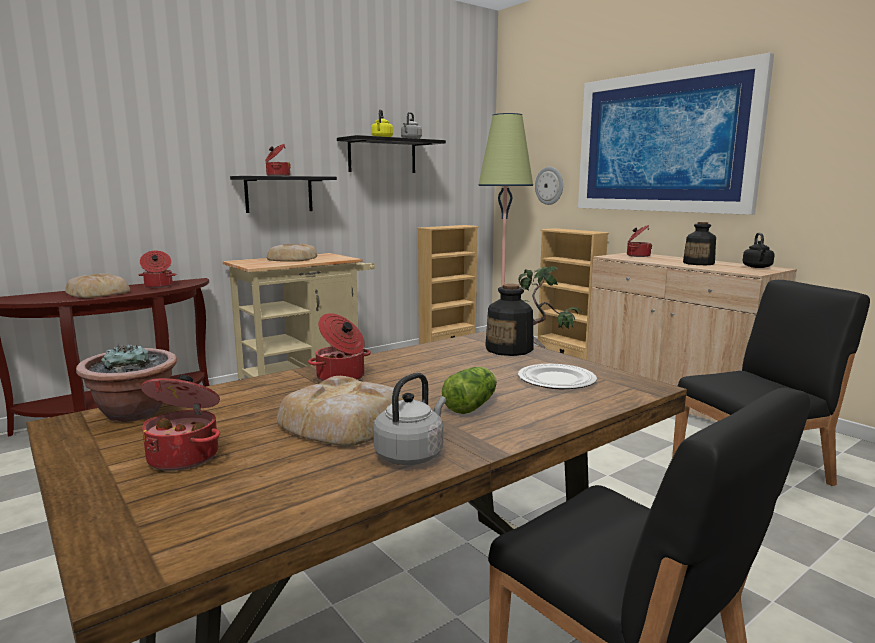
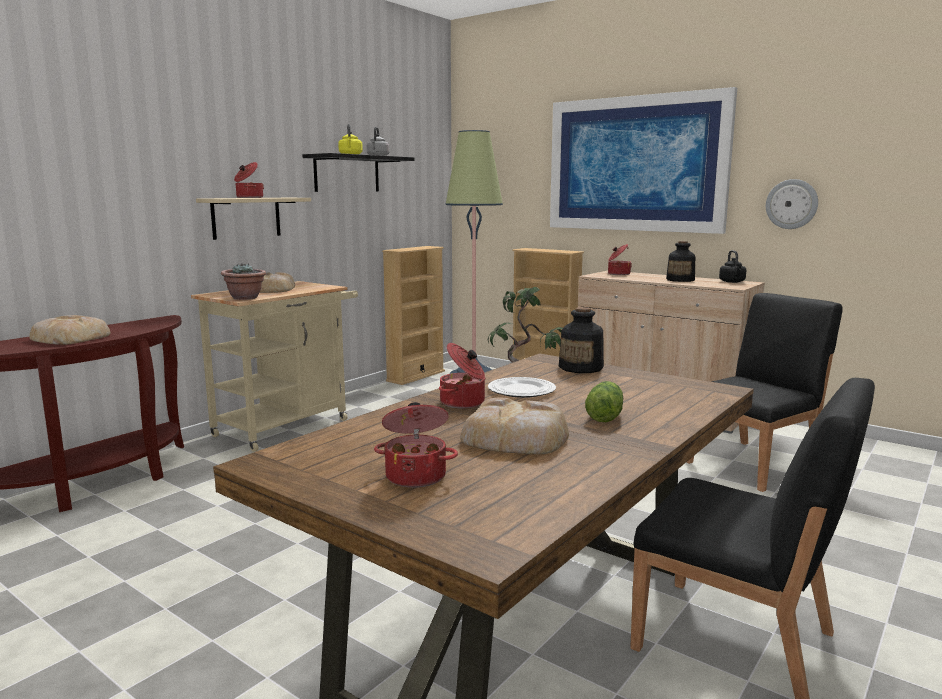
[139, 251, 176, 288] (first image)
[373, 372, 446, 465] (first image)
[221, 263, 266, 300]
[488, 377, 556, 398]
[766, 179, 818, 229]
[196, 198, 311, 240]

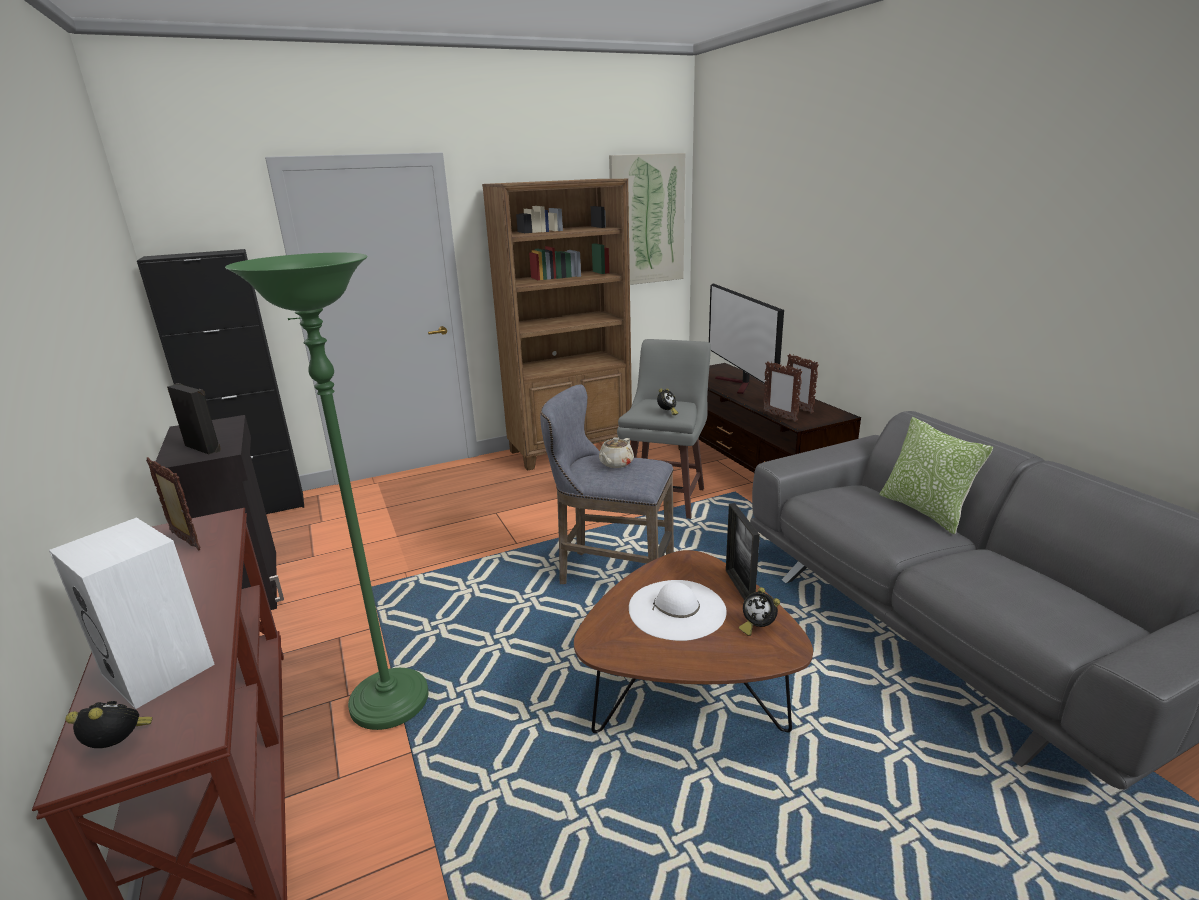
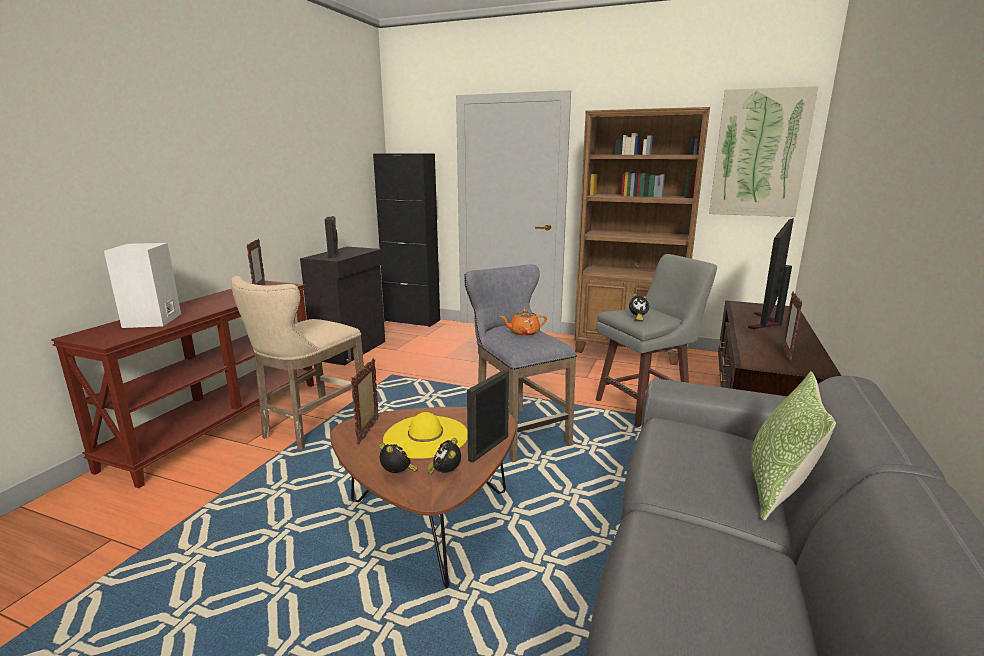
[379, 443, 418, 473]
[351, 358, 379, 444]
[231, 276, 364, 450]
[500, 309, 547, 336]
[383, 412, 468, 459]

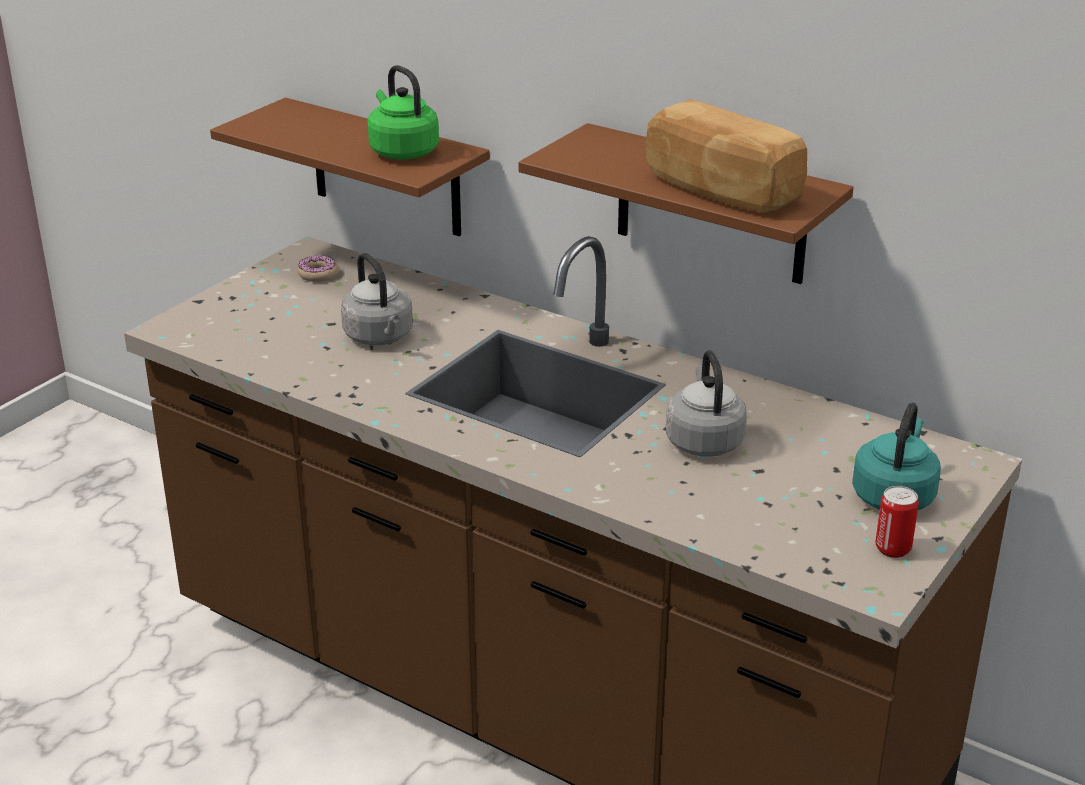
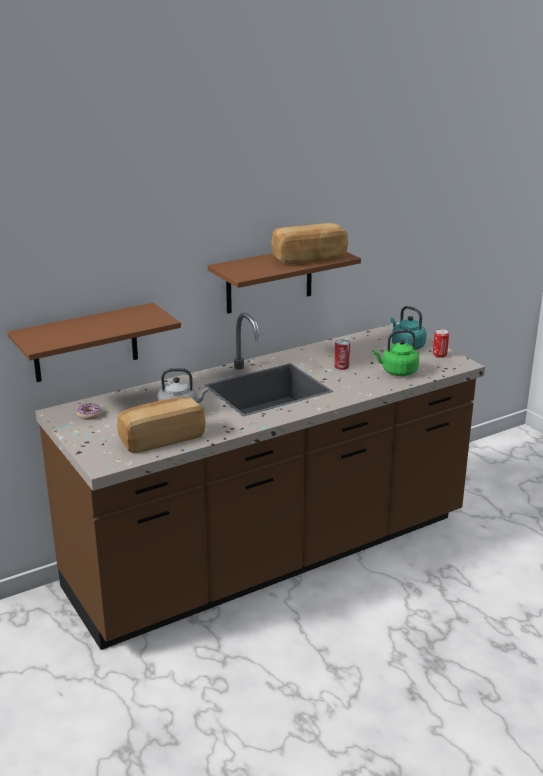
[117, 397, 206, 453]
[373, 330, 419, 376]
[334, 339, 350, 370]

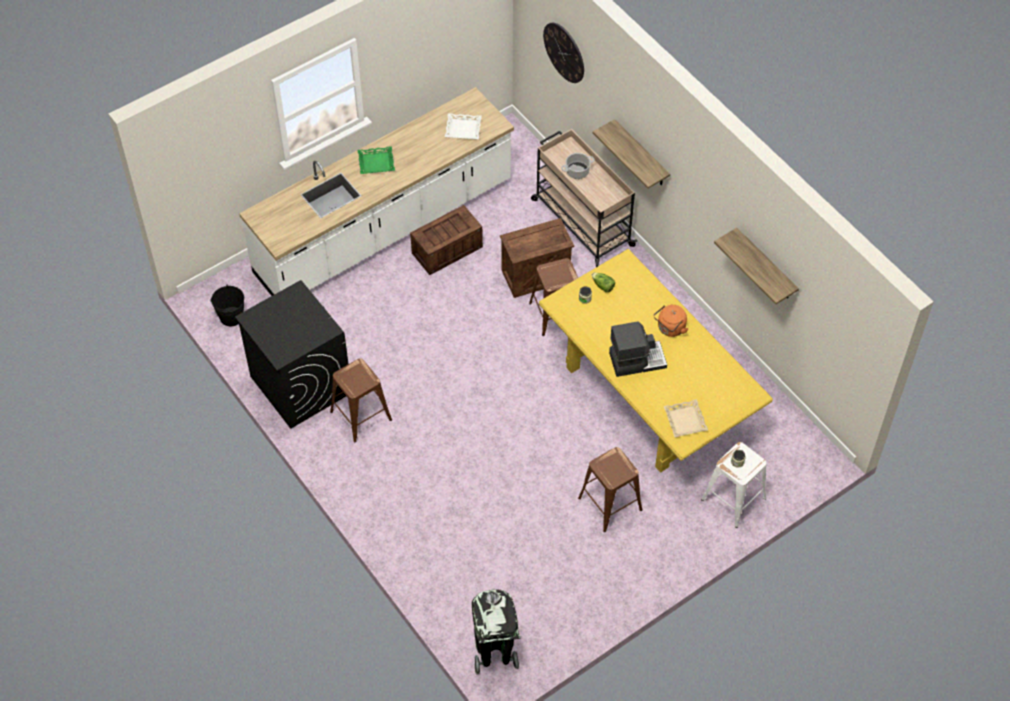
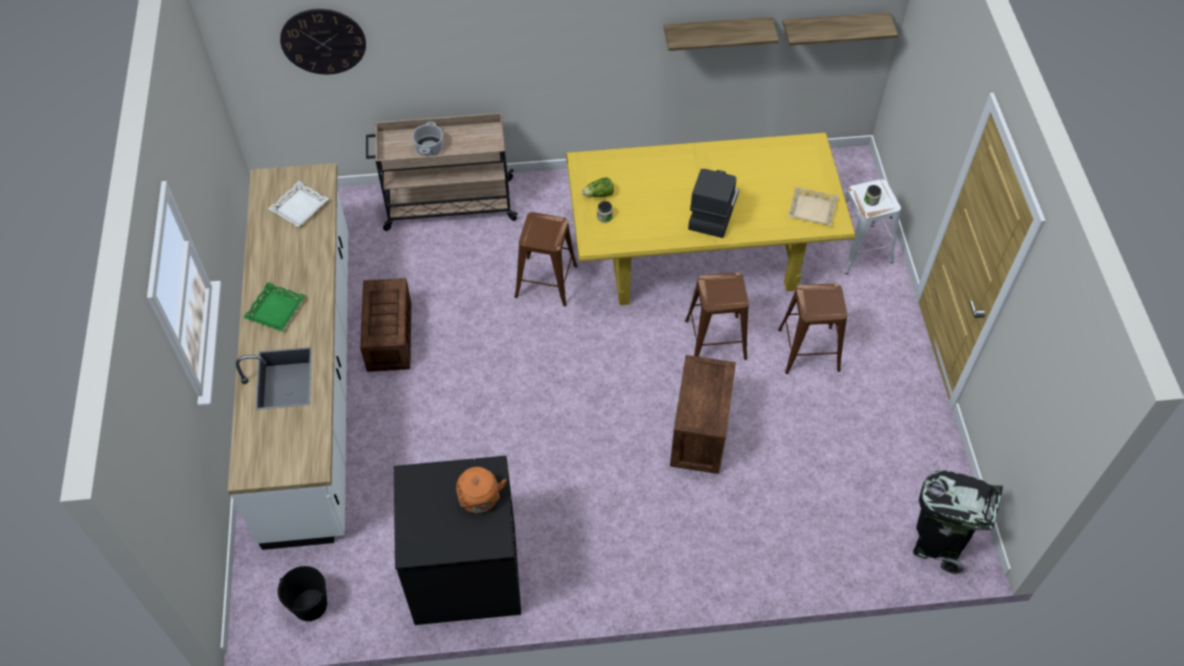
[685, 272, 749, 360]
[670, 355, 736, 474]
[783, 12, 898, 46]
[456, 467, 507, 513]

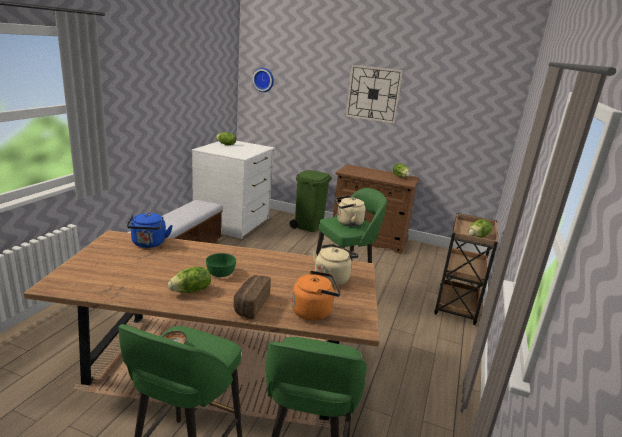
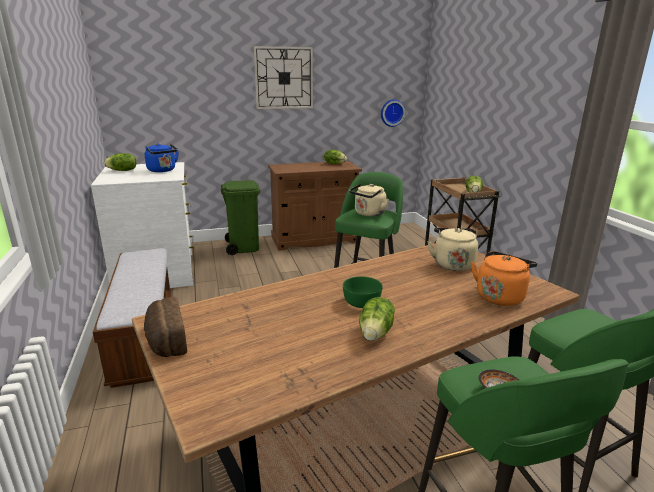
[145, 143, 179, 172]
[144, 297, 187, 357]
[381, 99, 405, 127]

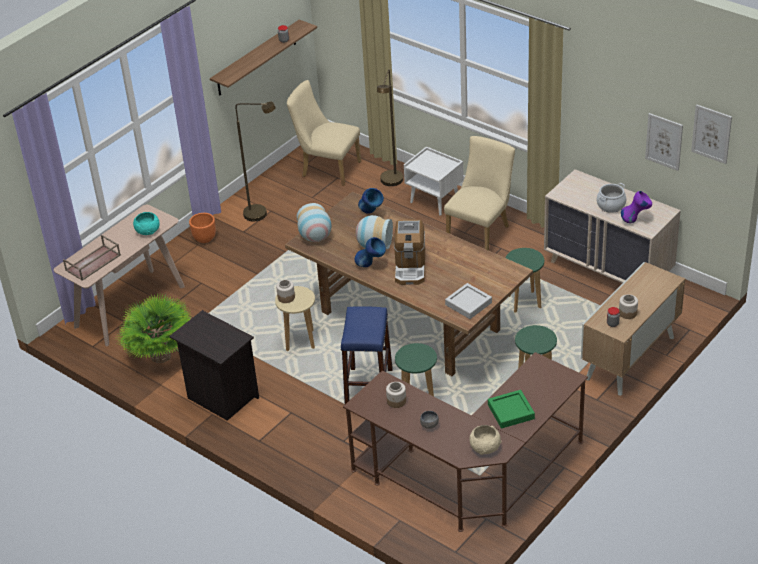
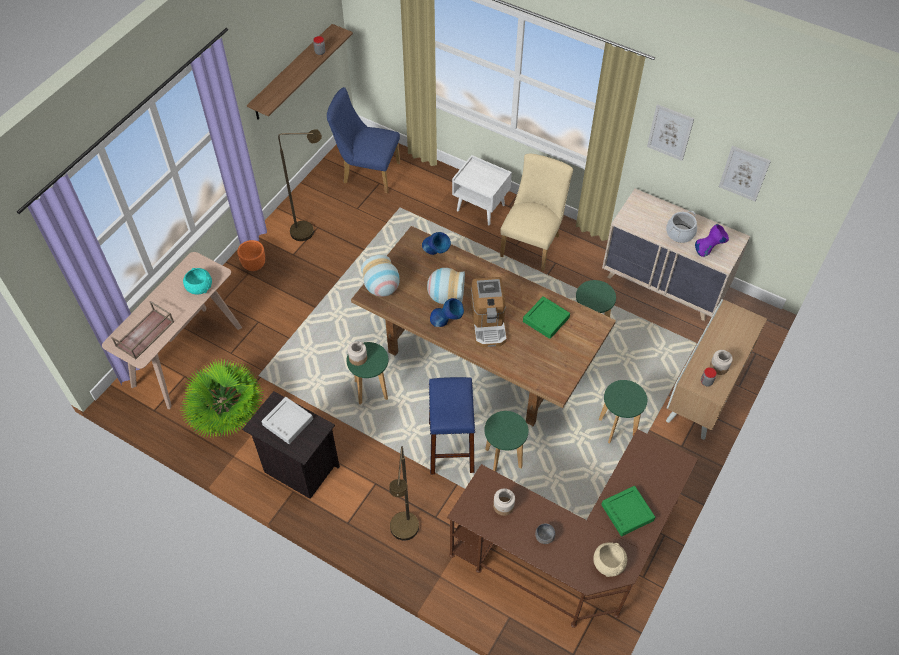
[523, 296, 570, 339]
[389, 446, 419, 541]
[262, 397, 313, 444]
[647, 104, 694, 161]
[347, 342, 388, 405]
[327, 87, 400, 193]

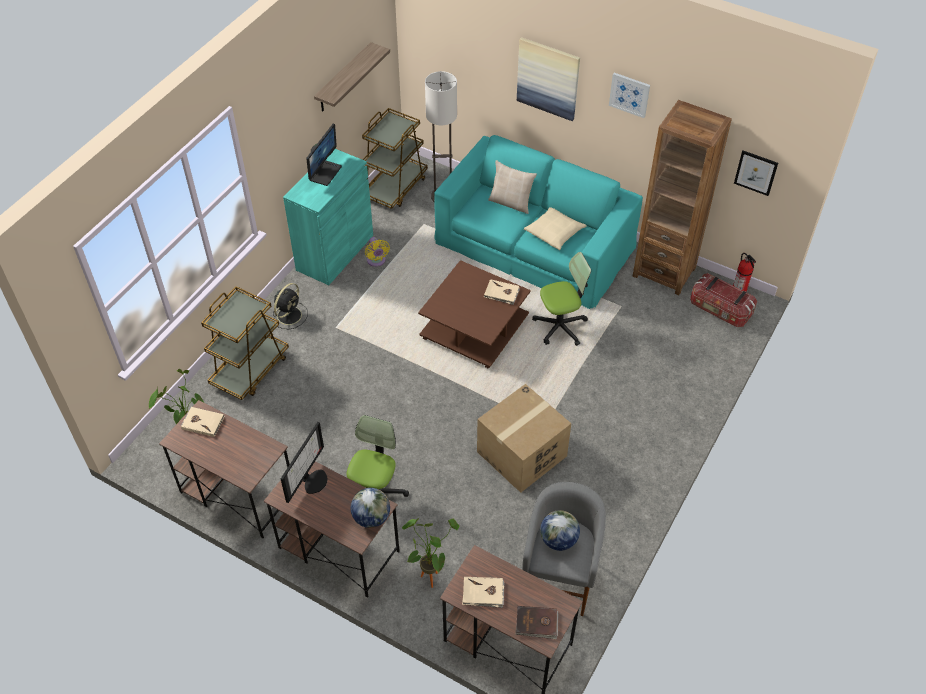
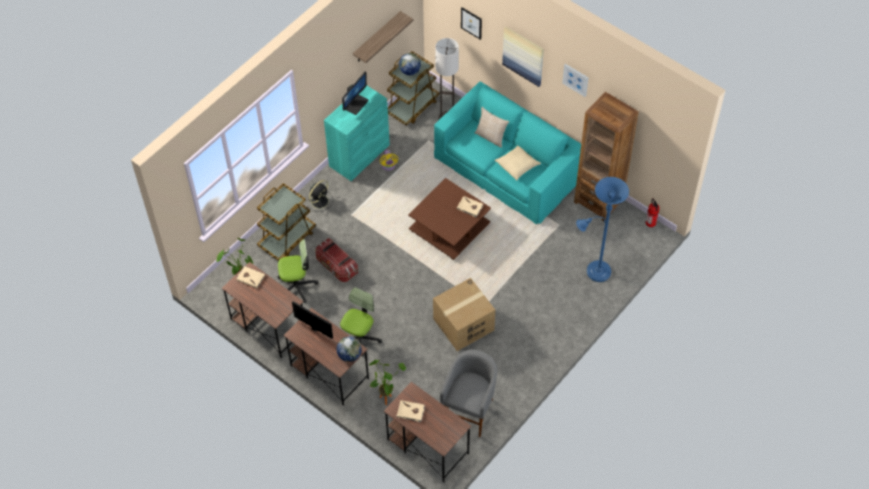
[515, 606, 559, 639] (first image)
[576, 177, 629, 282]
[278, 239, 318, 303]
[399, 53, 421, 75]
[315, 238, 358, 282]
[461, 7, 482, 40]
[292, 301, 333, 339]

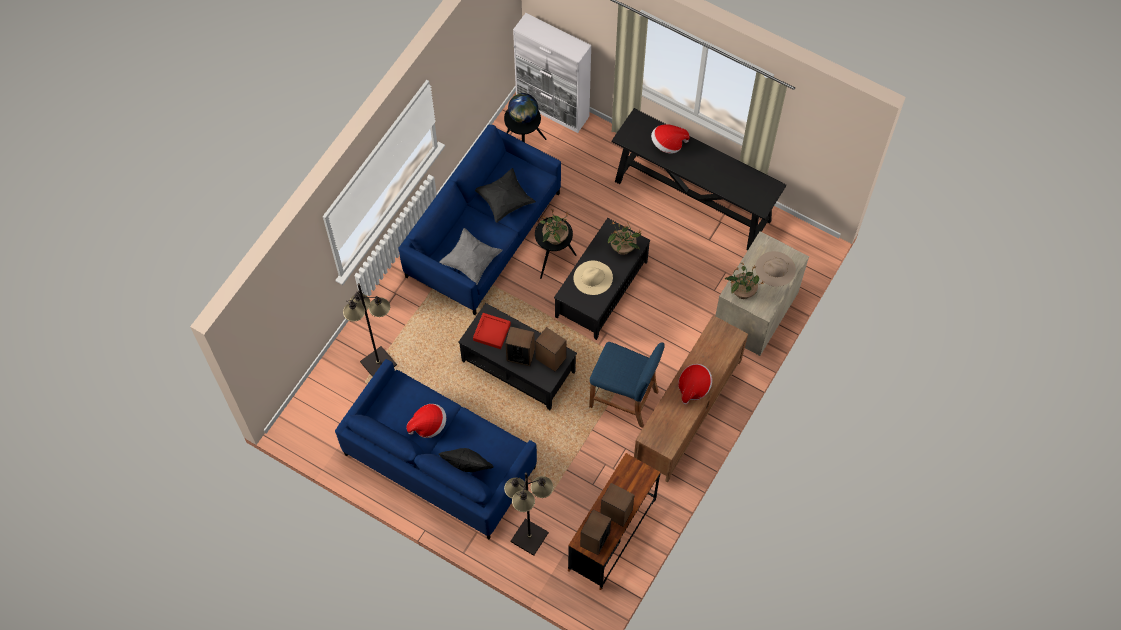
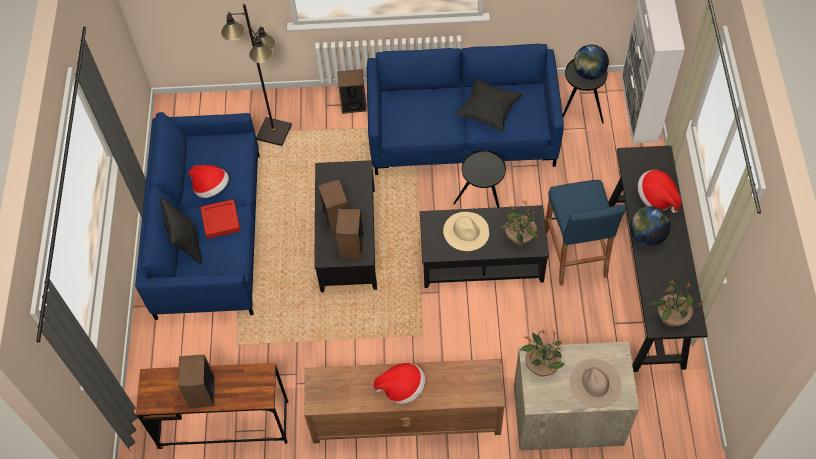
[439, 228, 503, 285] (first image)
[504, 472, 554, 556] (first image)
[630, 207, 671, 246]
[200, 199, 241, 239]
[650, 280, 703, 327]
[337, 69, 367, 114]
[545, 180, 626, 286]

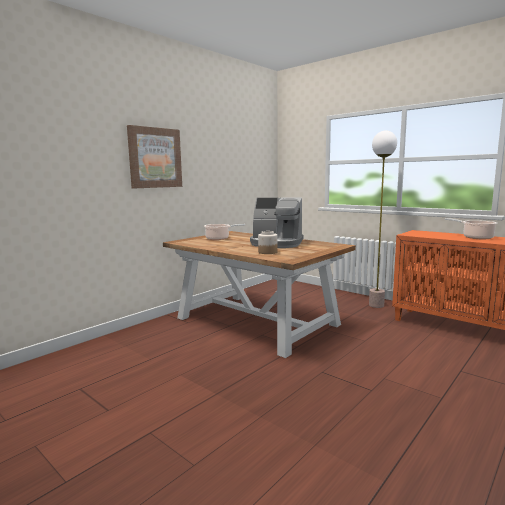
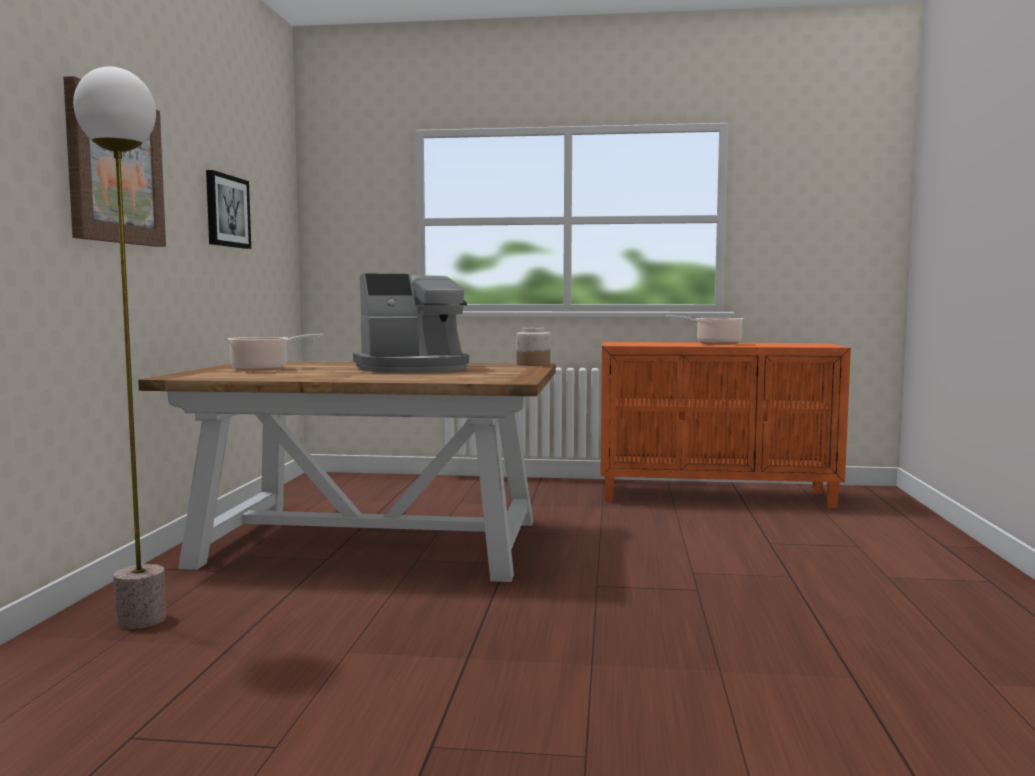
[206, 170, 251, 249]
[517, 327, 550, 366]
[73, 66, 167, 629]

